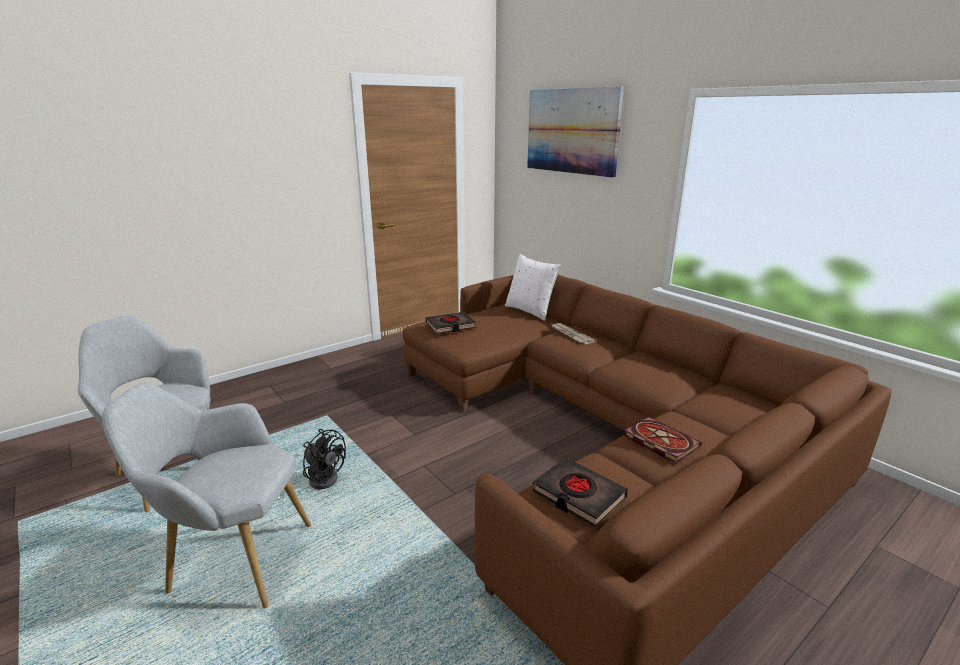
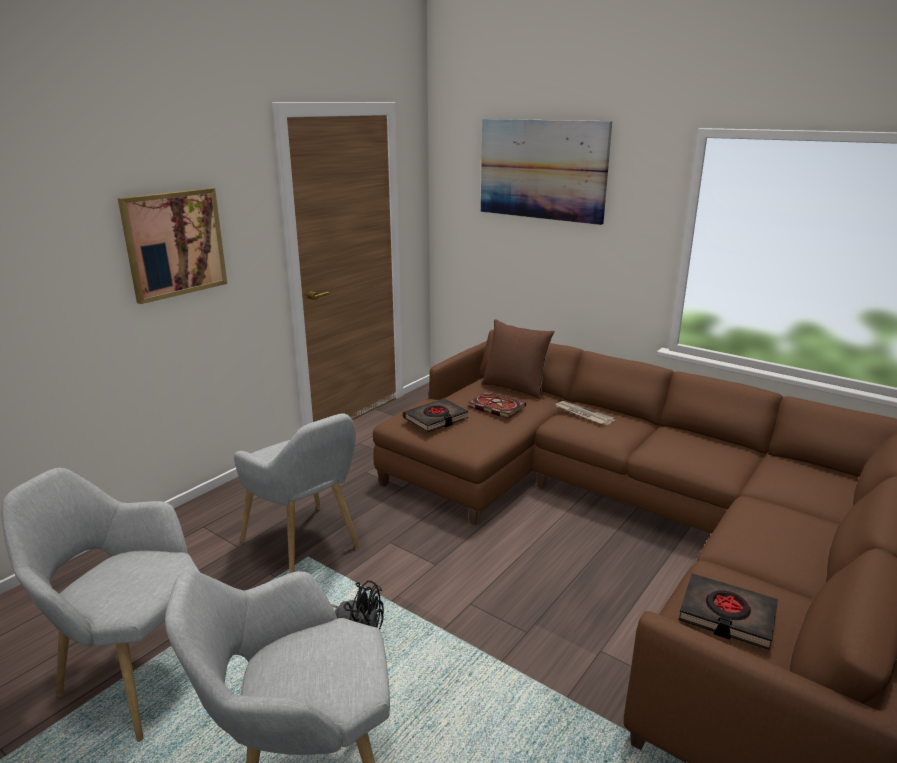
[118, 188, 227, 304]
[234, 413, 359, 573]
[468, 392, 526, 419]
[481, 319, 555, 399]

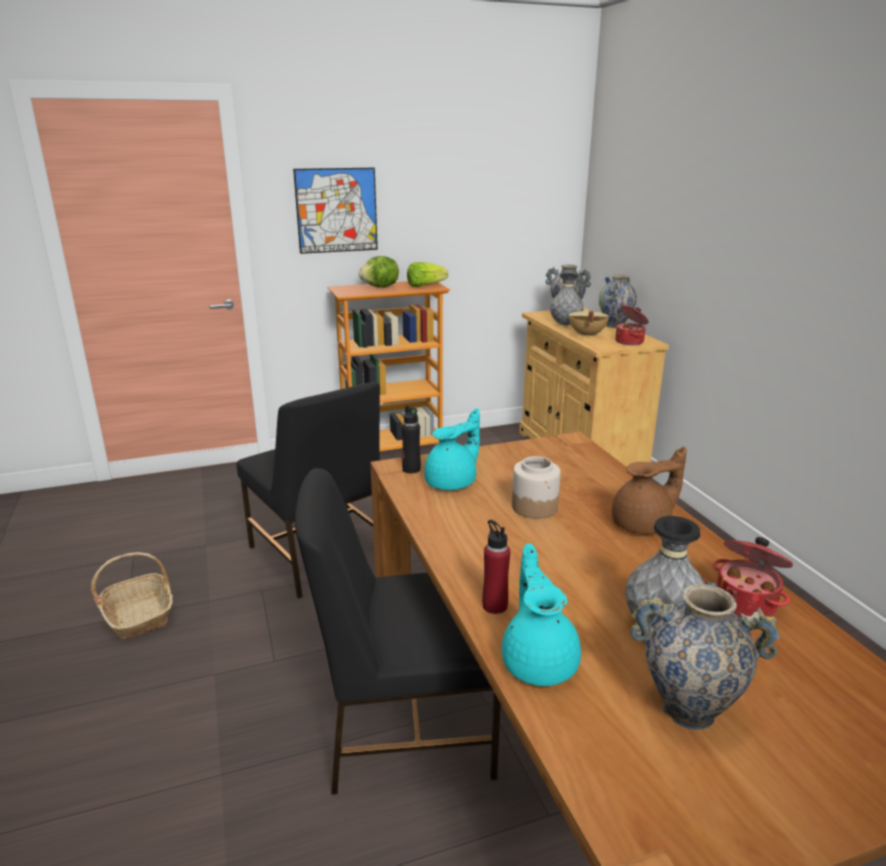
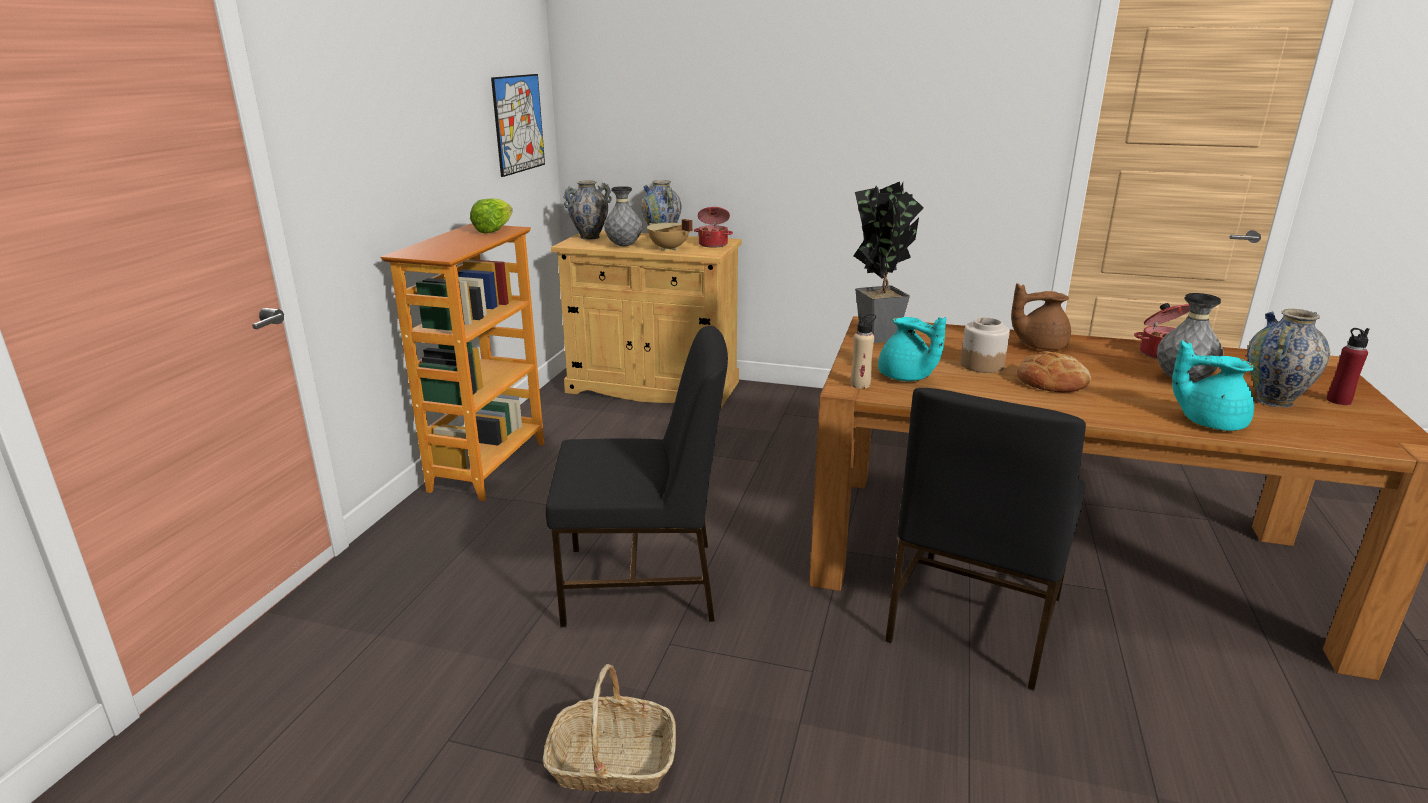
[359, 256, 399, 288] (first image)
[853, 182, 924, 343]
[1017, 351, 1091, 392]
[491, 74, 545, 177]
[1327, 328, 1369, 405]
[851, 314, 876, 389]
[878, 317, 946, 381]
[1011, 283, 1071, 350]

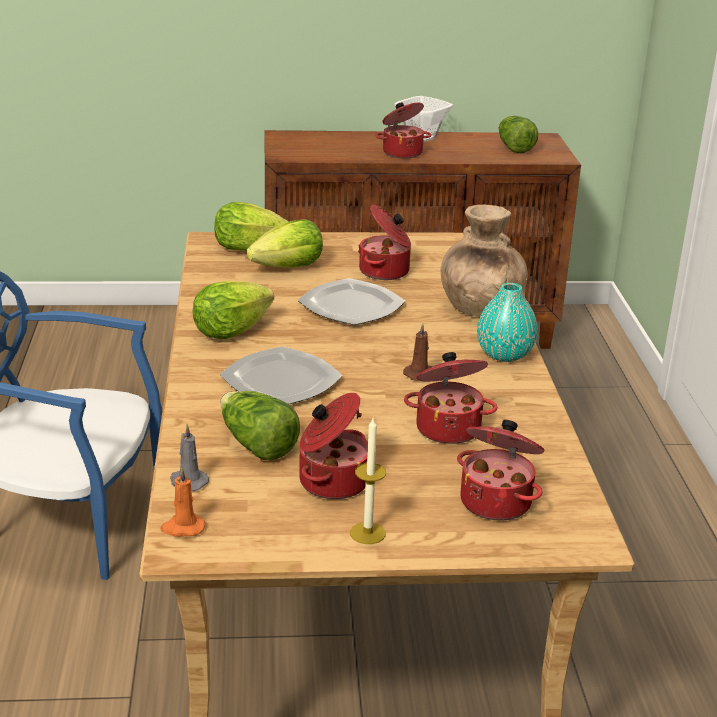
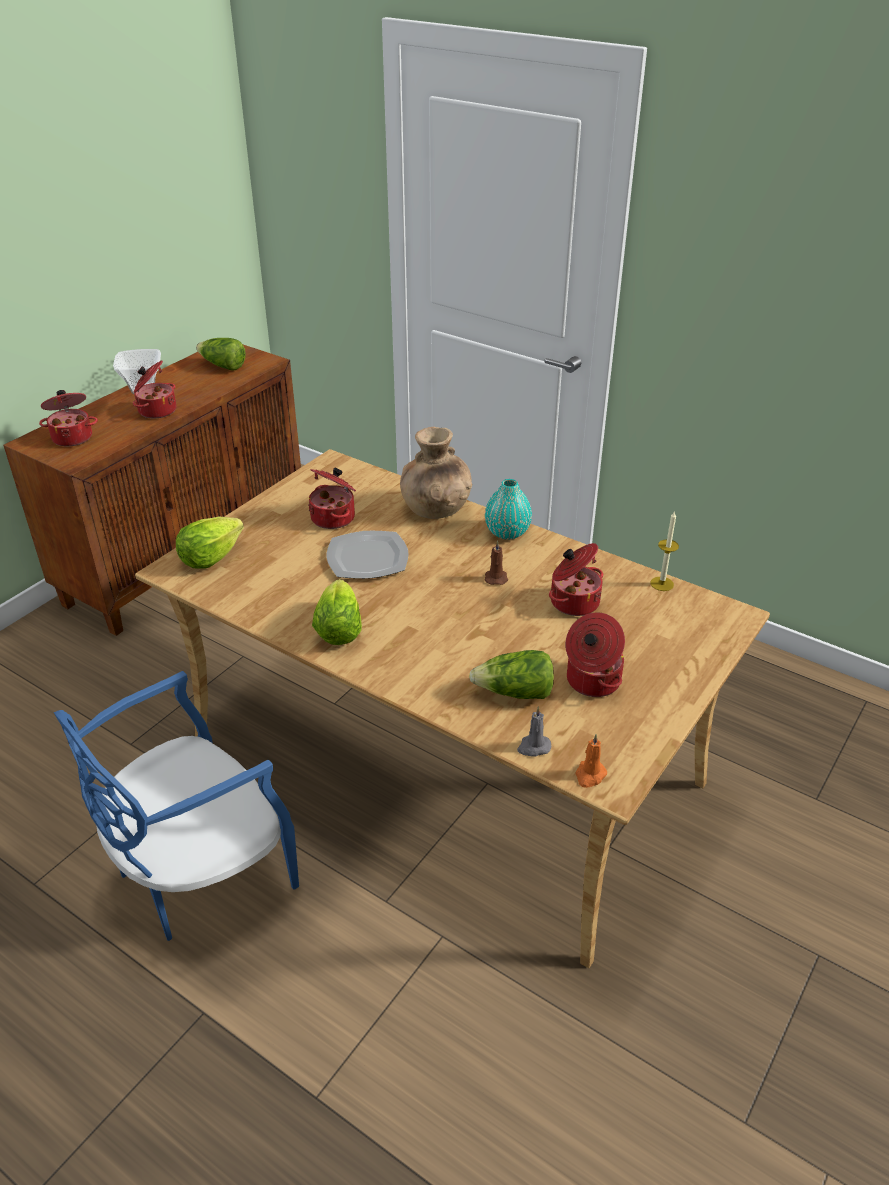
[220, 346, 342, 404] (first image)
[247, 219, 323, 268] (first image)
[650, 511, 679, 591]
[39, 390, 98, 446]

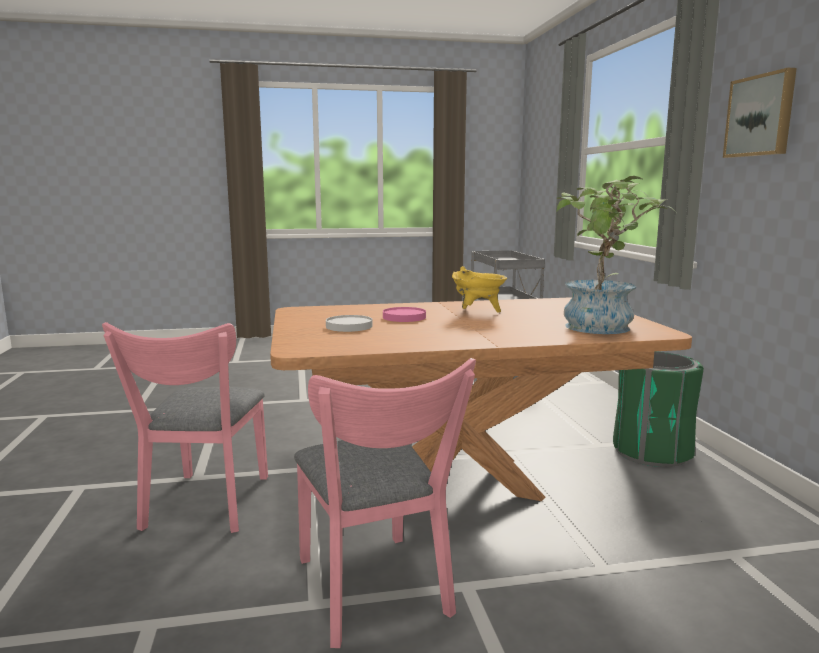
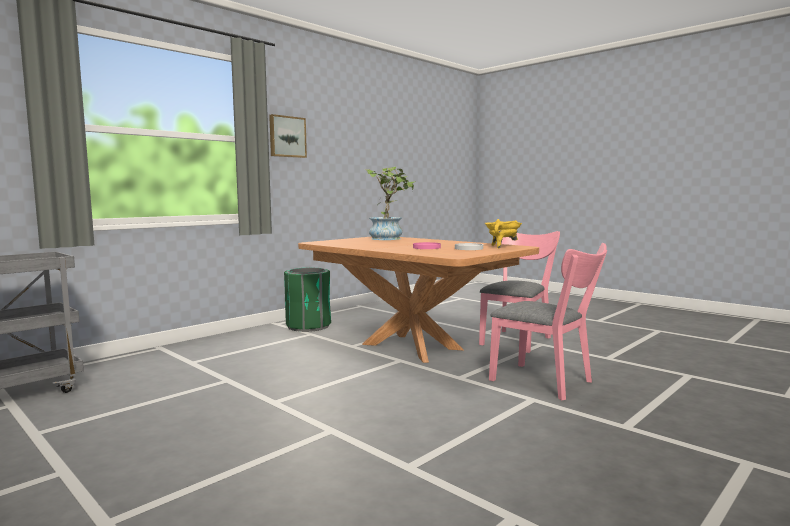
[485, 219, 522, 249]
[489, 243, 607, 400]

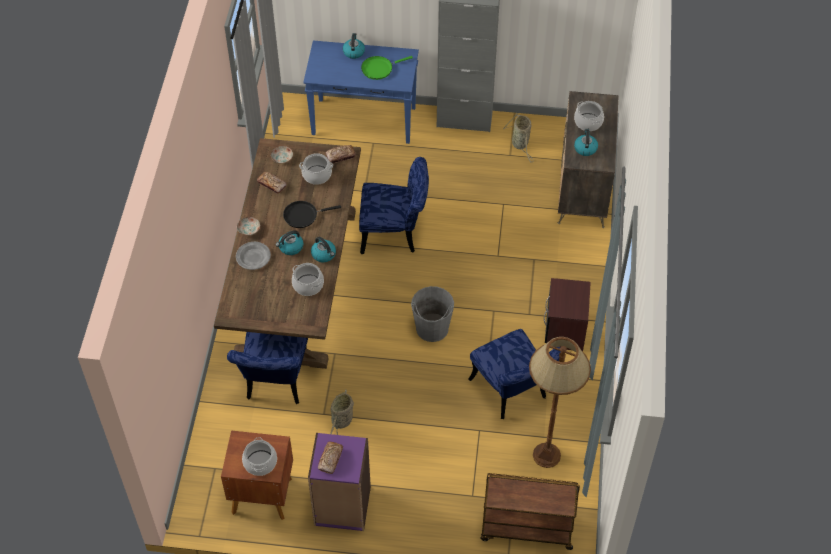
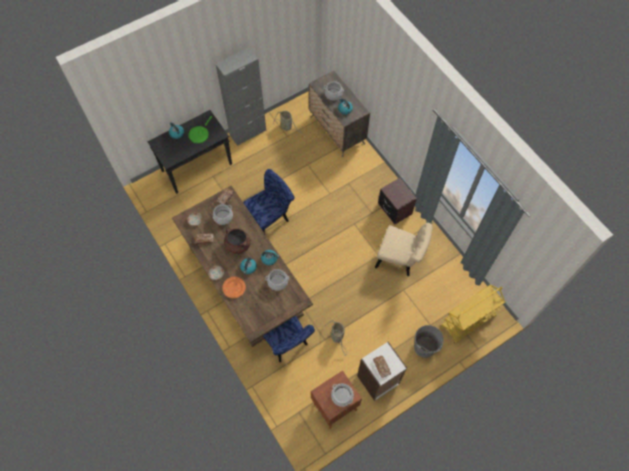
[529, 337, 591, 468] (first image)
[414, 325, 444, 358]
[224, 228, 251, 254]
[222, 277, 246, 298]
[148, 110, 232, 194]
[357, 342, 407, 401]
[375, 223, 433, 276]
[441, 284, 505, 344]

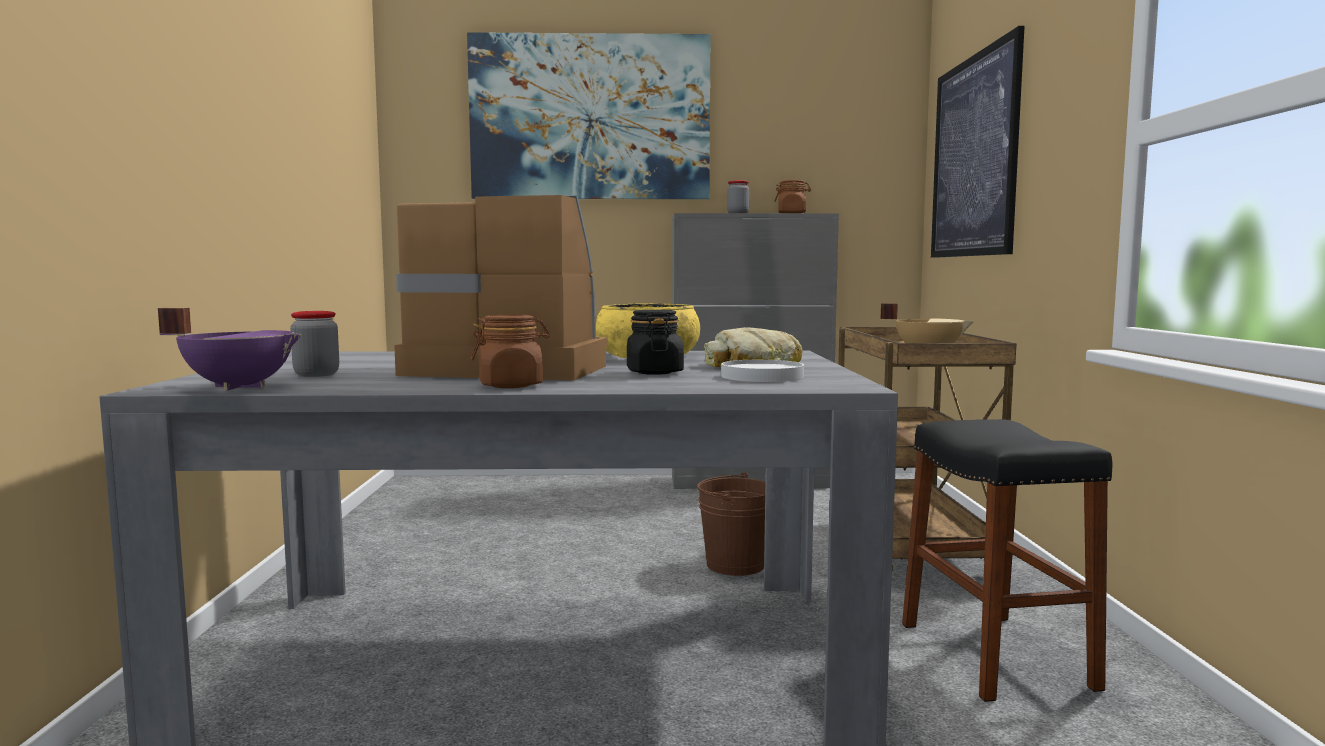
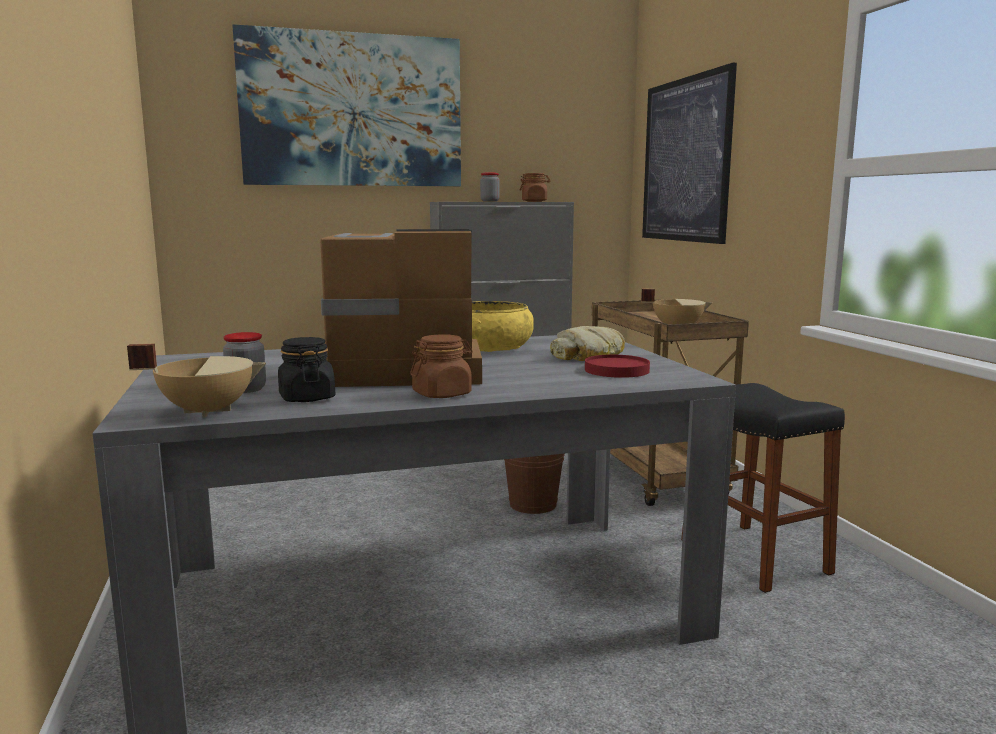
[278, 337, 335, 402]
[127, 343, 266, 418]
[585, 355, 650, 378]

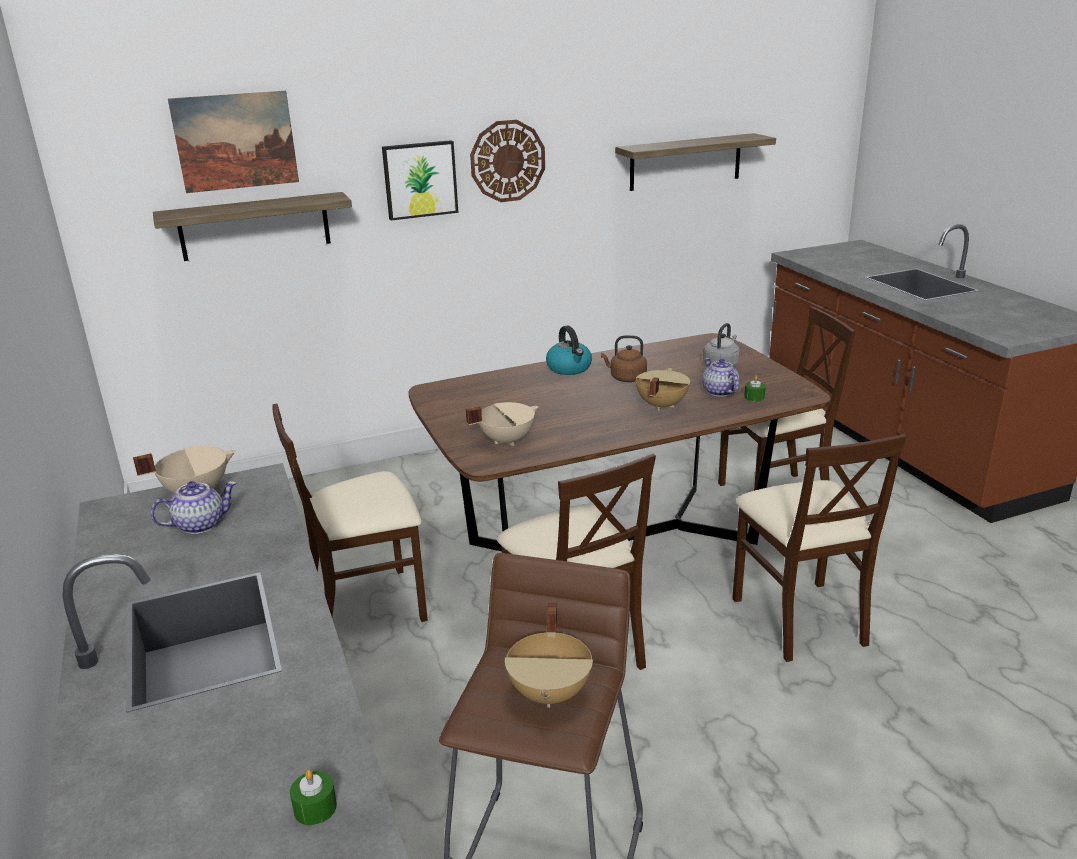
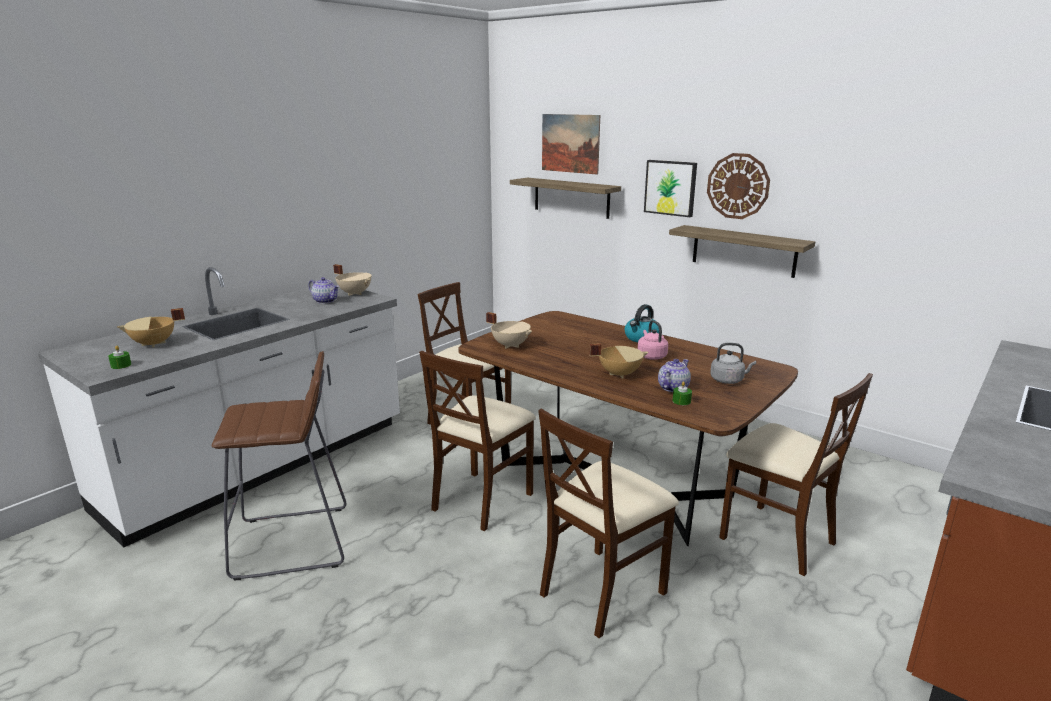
[117, 308, 185, 348]
[669, 225, 815, 278]
[638, 320, 668, 360]

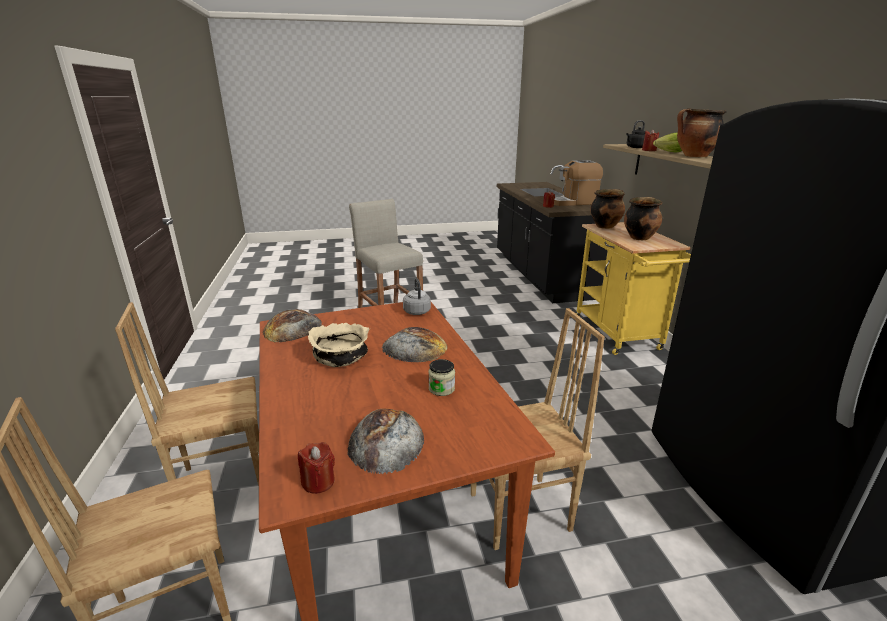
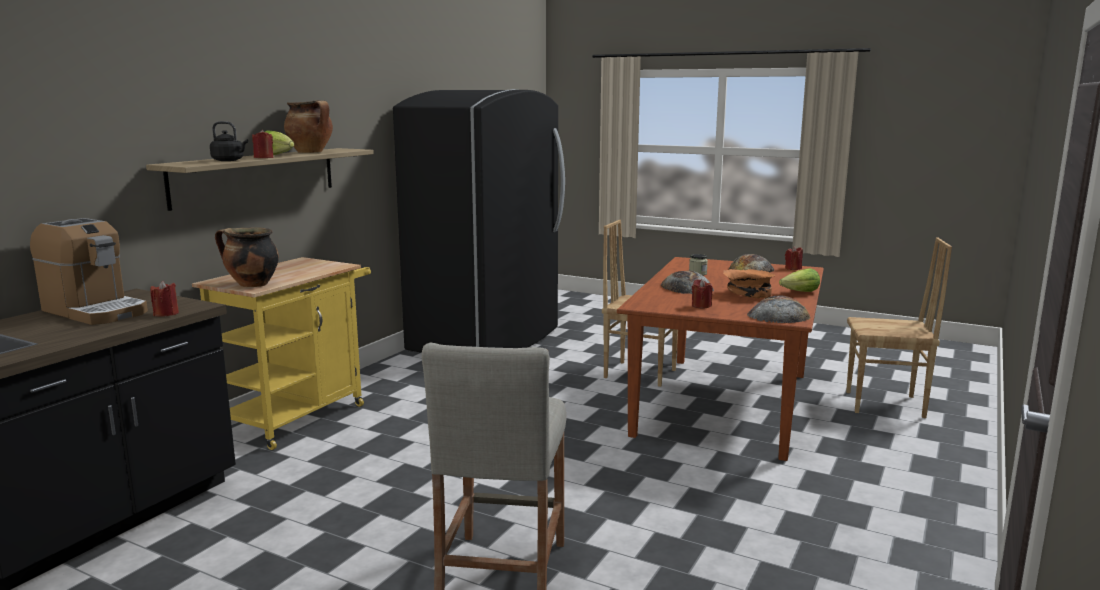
[115, 302, 259, 486] (first image)
[403, 278, 431, 315] (first image)
[624, 197, 662, 240] (first image)
[692, 279, 713, 309]
[779, 268, 820, 292]
[723, 269, 775, 298]

